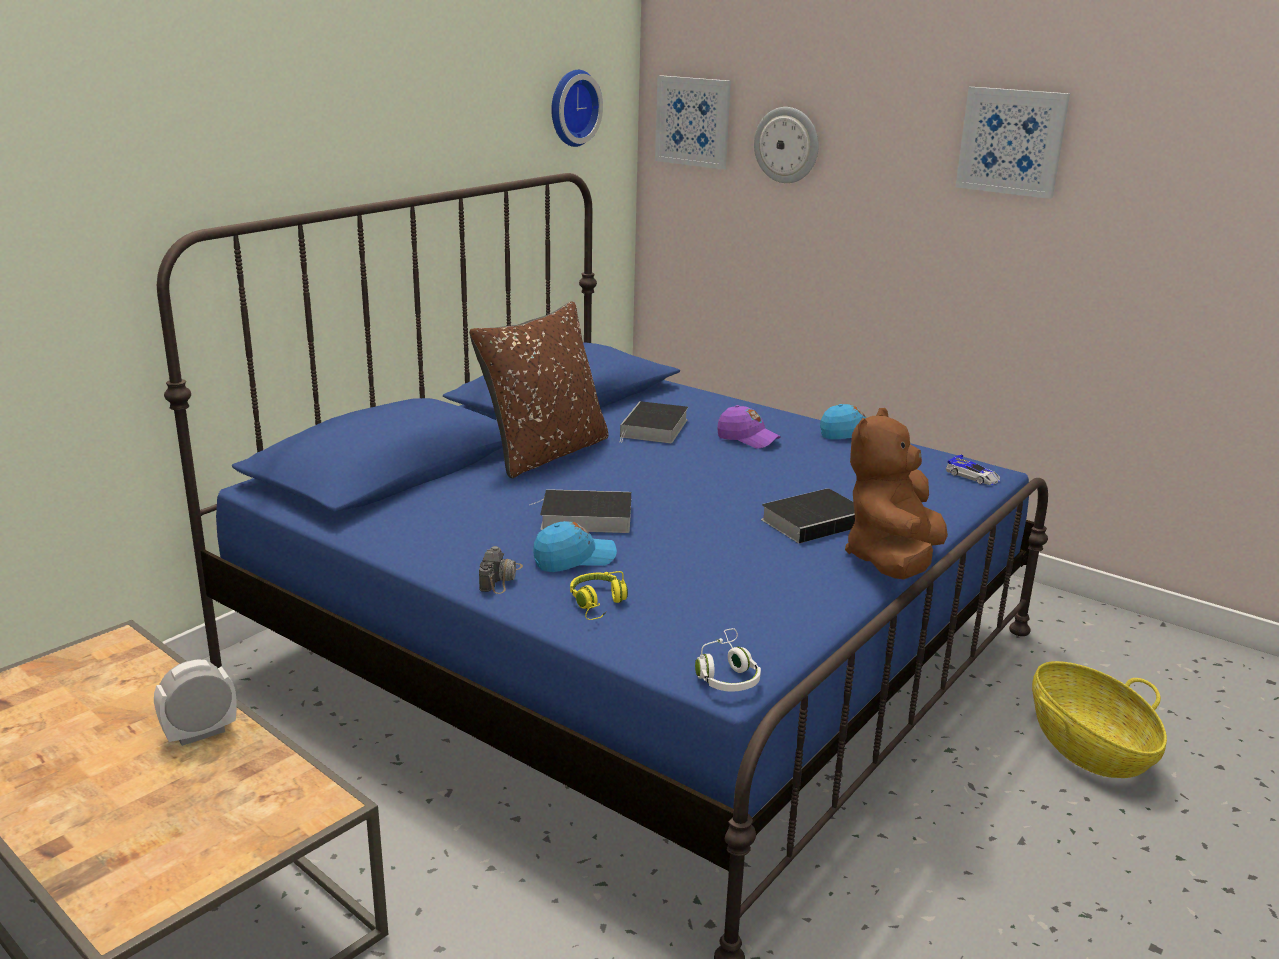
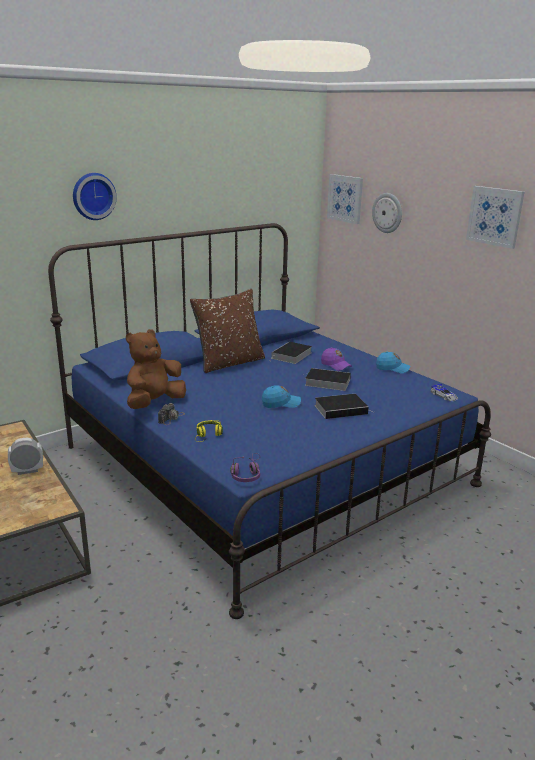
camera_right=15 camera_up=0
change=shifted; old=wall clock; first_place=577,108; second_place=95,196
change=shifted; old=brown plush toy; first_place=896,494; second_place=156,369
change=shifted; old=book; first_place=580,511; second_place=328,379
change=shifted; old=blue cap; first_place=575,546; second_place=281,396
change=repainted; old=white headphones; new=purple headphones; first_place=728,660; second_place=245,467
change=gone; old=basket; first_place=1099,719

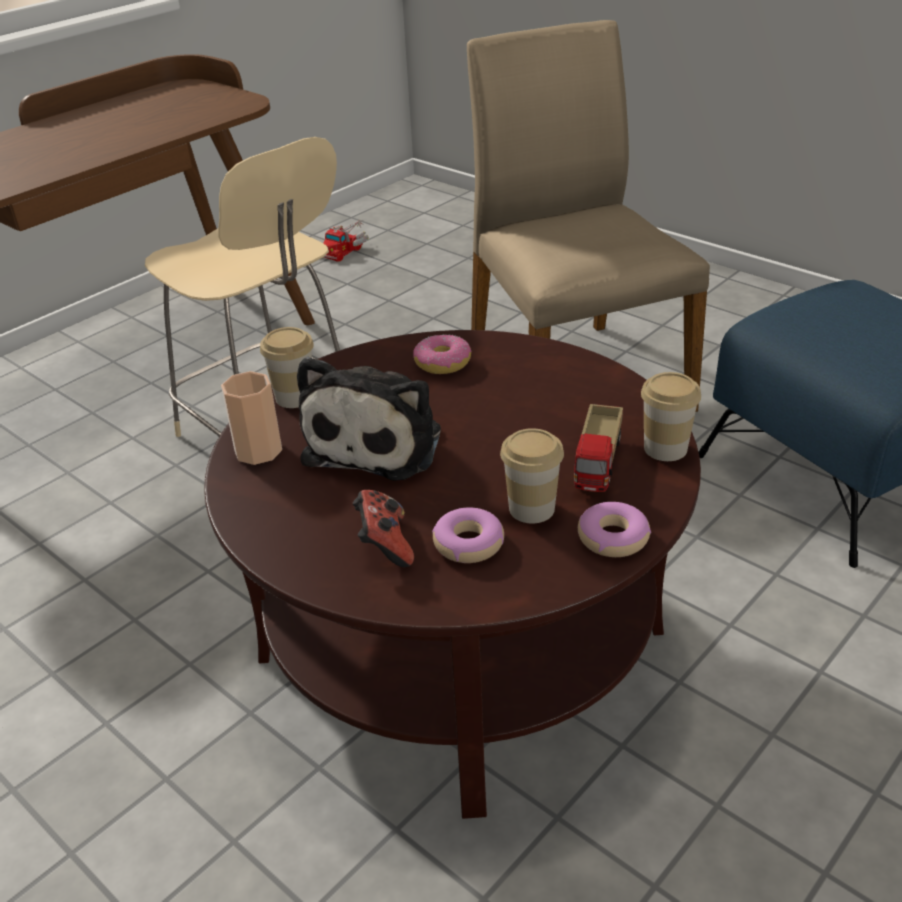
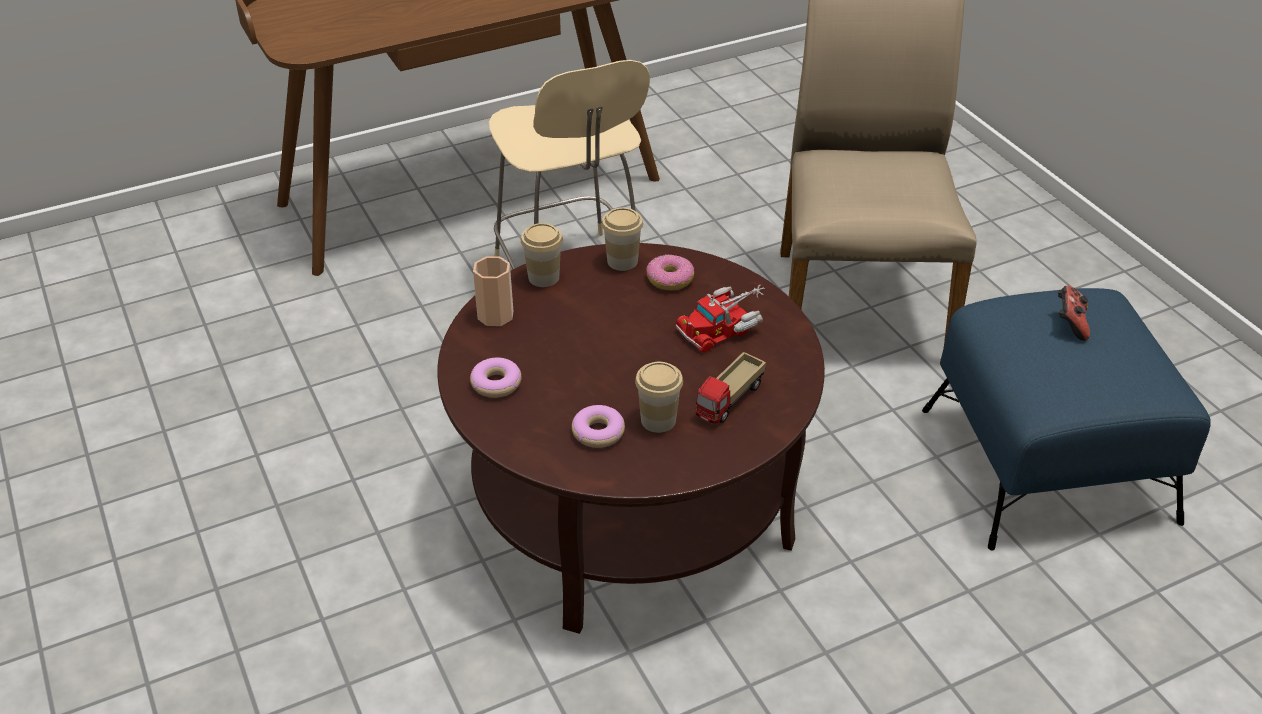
camera_right=20 camera_up=5
change=shifted; old=toy truck; first_place=346,240; second_place=720,318
change=gone; old=plush toy; first_place=369,419
change=shifted; old=cup; first_place=671,416; second_place=622,239
change=shifted; old=game controller; first_place=383,528; second_place=1074,313
change=shifted; old=donut; first_place=614,529; second_place=495,378

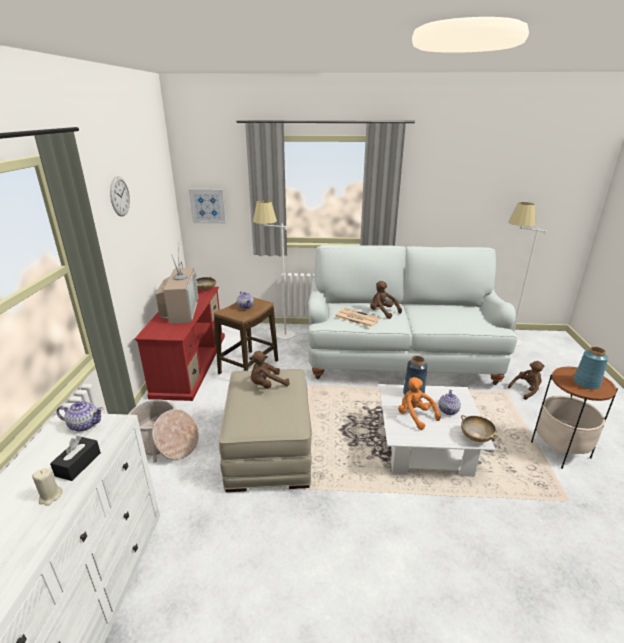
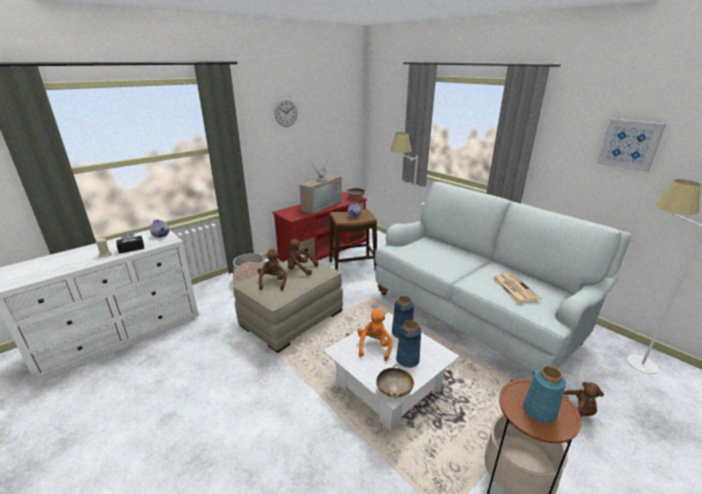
camera_right=45 camera_up=0
change=shifted; old=picture; first_place=207,206; second_place=631,145
change=shifted; old=brown plush toy; first_place=386,300; second_place=272,269
change=shifted; old=newspaper; first_place=358,317; second_place=516,288
change=swapped; old=teapot; new=blue vase; first_place=450,402; second_place=408,344

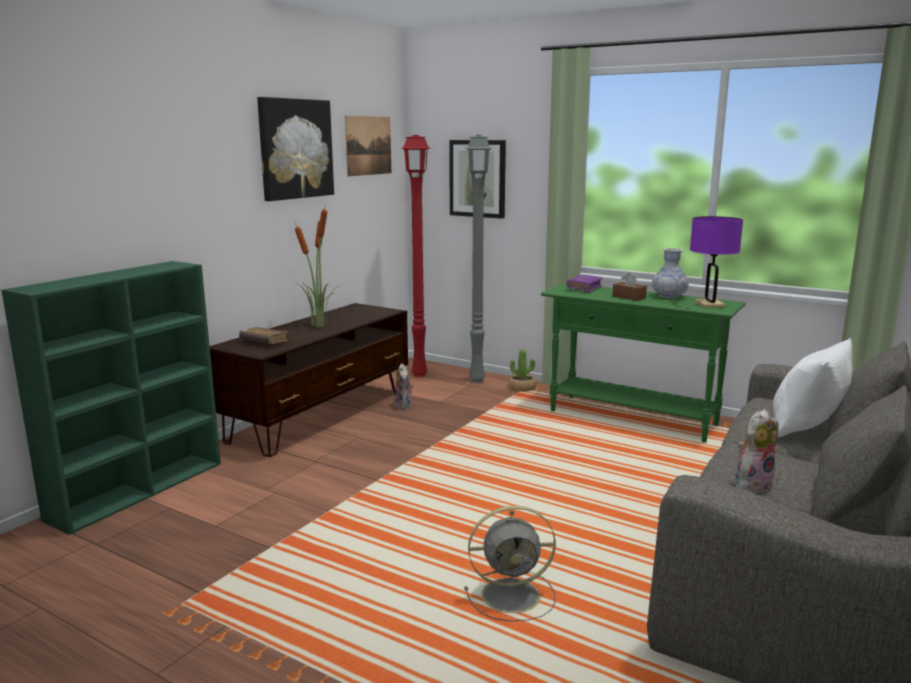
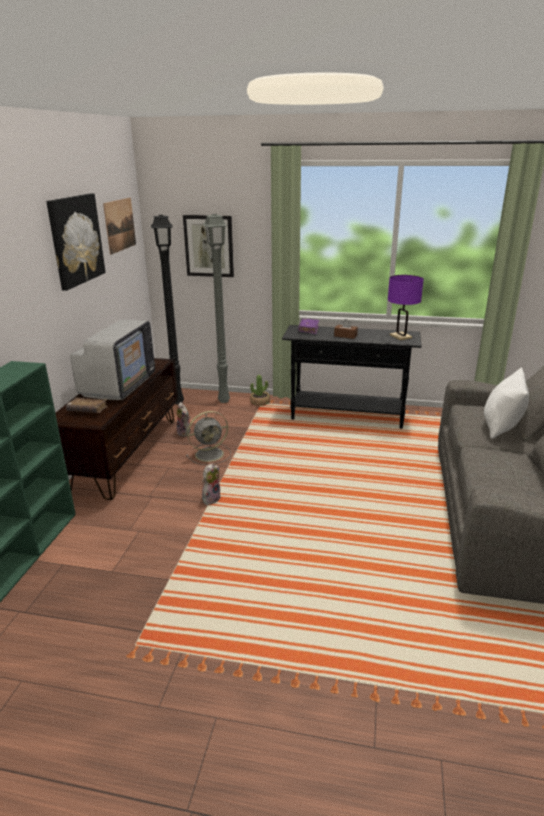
camera_right=-20 camera_up=10
change=repainted; old=red floor lamp; new=black floor lamp; first_place=415,256; second_place=167,309
change=swapped; old=potted plant; new=television; first_place=317,265; second_place=113,360
change=gone; old=vase; first_place=670,273
change=repainted; old=green console table; new=black console table; first_place=643,363; second_place=352,377
change=shifted; old=plush toy; first_place=757,452; second_place=211,484
change=shifted; old=grey fan; first_place=510,563; second_place=208,438

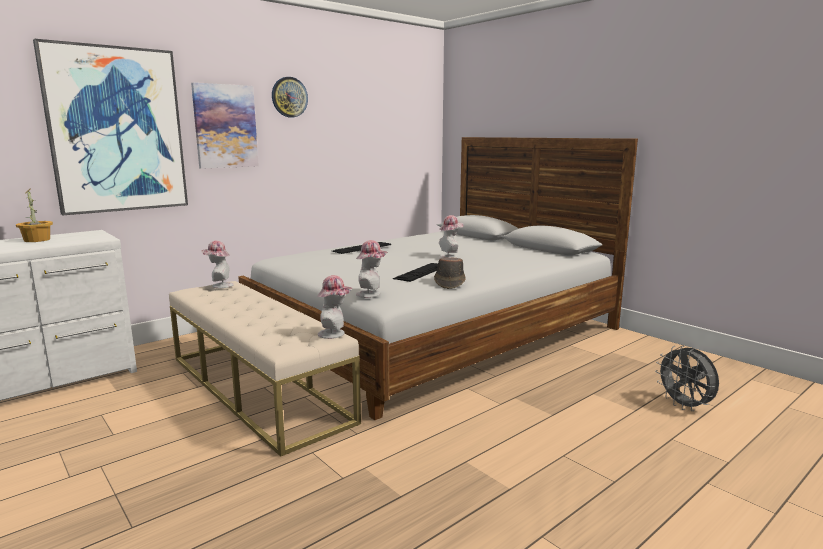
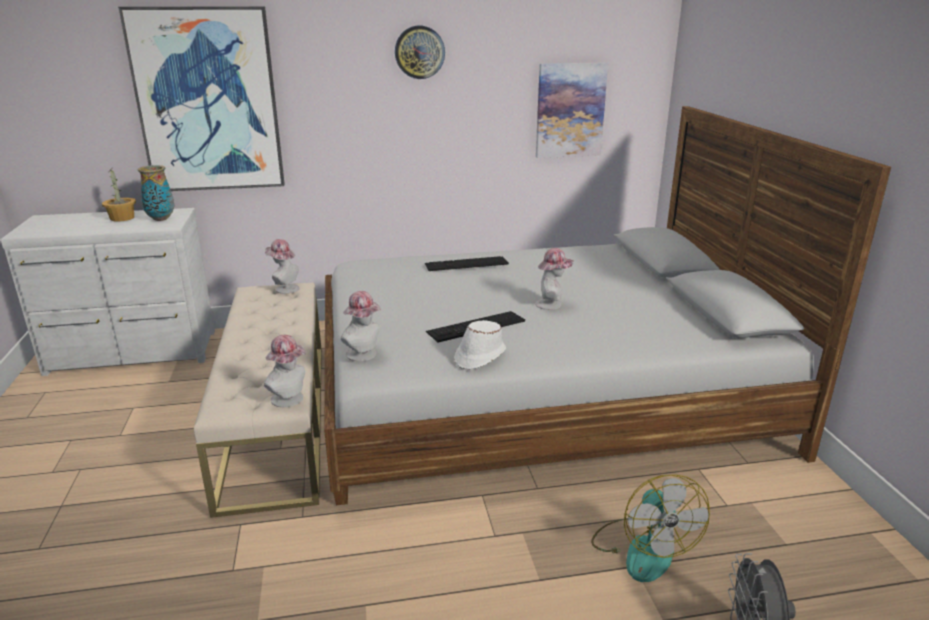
camera_right=30 camera_up=10
change=shifted; old=picture; first_place=225,126; second_place=572,110
change=repainted; old=brown hat; new=white hat; first_place=450,273; second_place=480,345
change=new; new=vase; second_place=156,193
change=new; new=fan; second_place=650,528

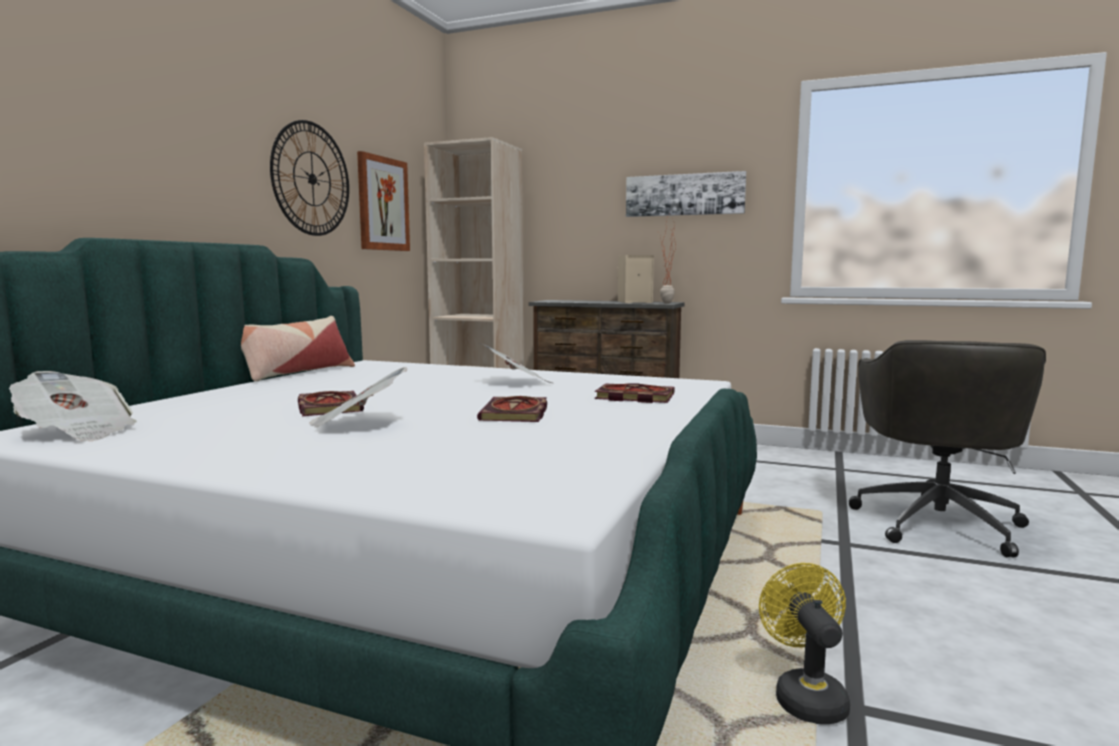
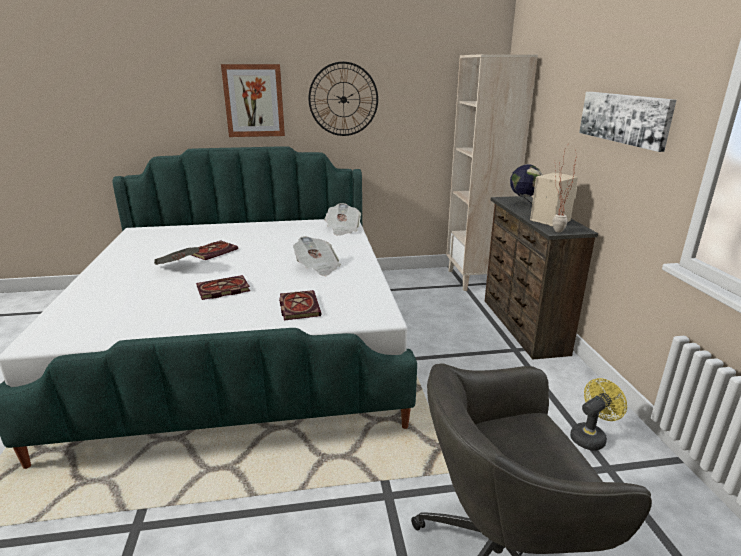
camera_right=60 camera_up=15
change=shifted; old=picture; first_place=383,201; second_place=253,100
change=gone; old=pillow; first_place=298,349
change=shifted; old=newspaper; first_place=73,406; second_place=342,219
change=shifted; old=yellow fan; first_place=804,643; second_place=598,414
change=new; new=globe; second_place=526,186

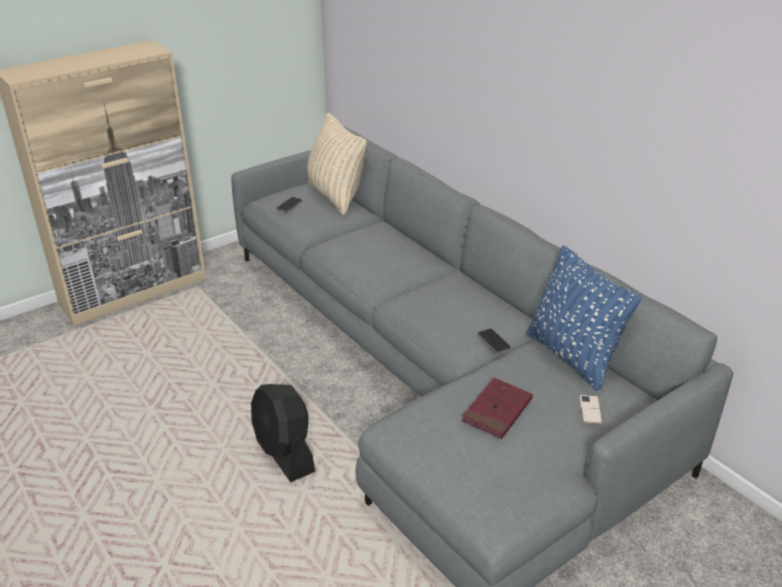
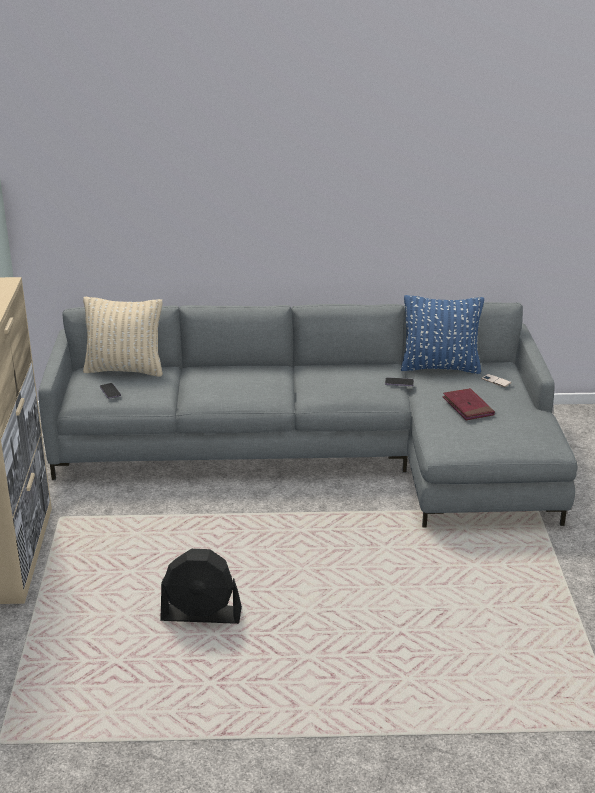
camera_right=-55 camera_up=-5
change=shifted; old=black fan; first_place=283,433; second_place=201,586

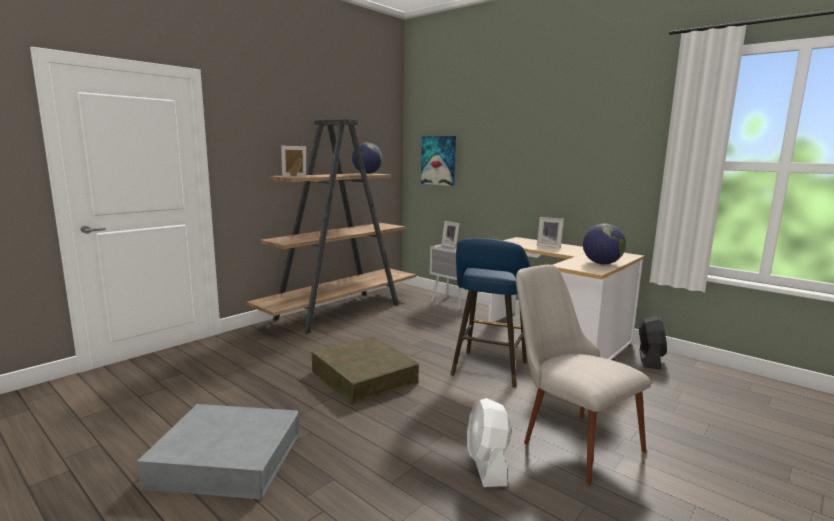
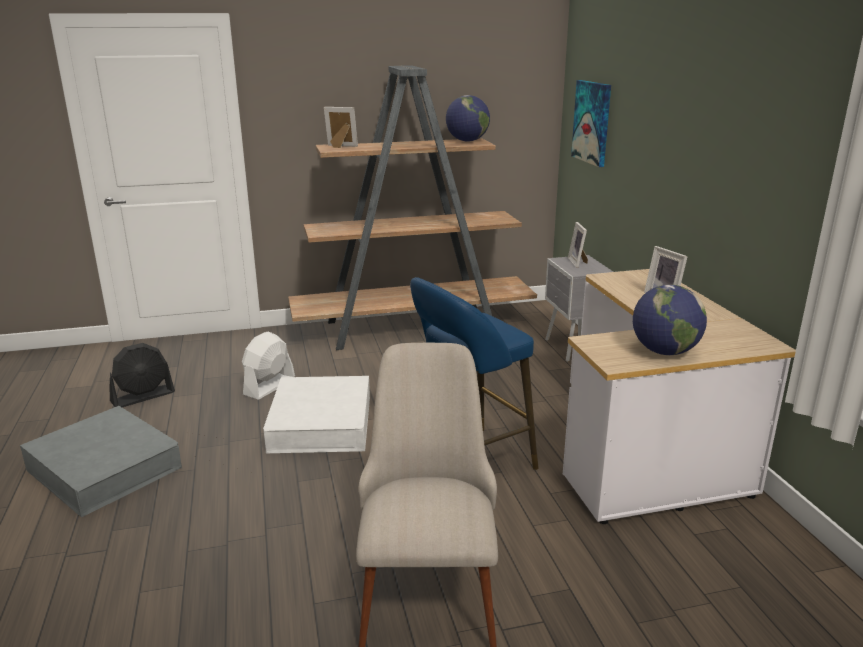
camera_right=35 camera_up=10
change=shifted; old=black fan; first_place=653,343; second_place=142,375
change=repainted; old=brown storage box; new=white storage box; first_place=365,371; second_place=316,414
change=shifted; old=white fan; first_place=489,442; second_place=268,365

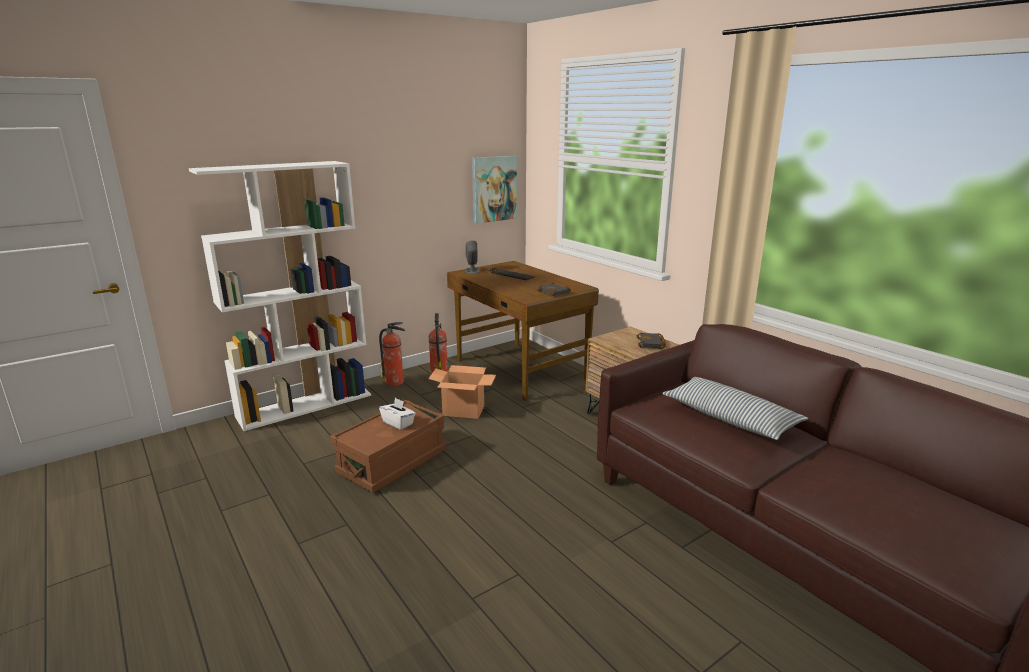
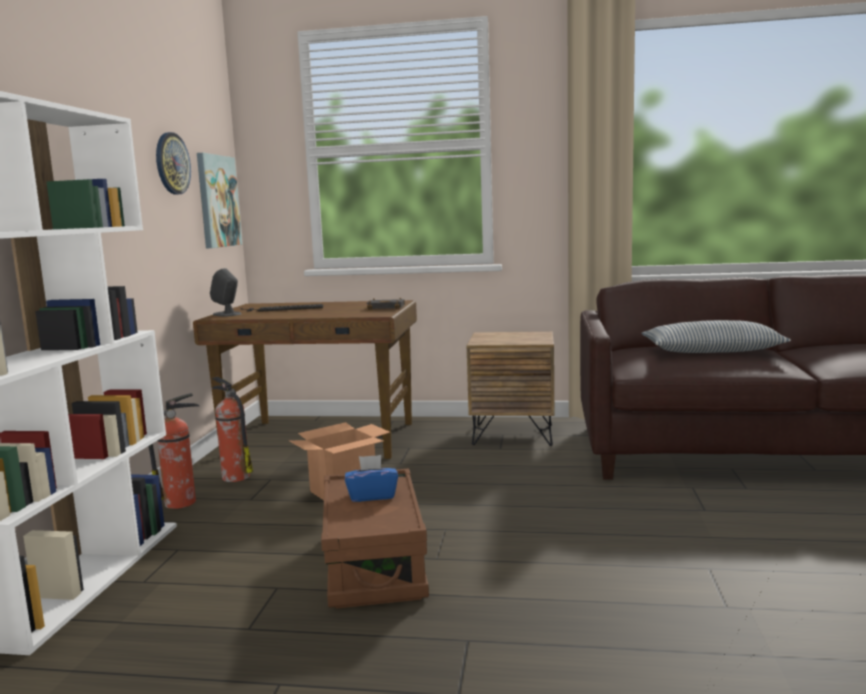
camera_right=-45 camera_up=-10
change=gone; old=black book; first_place=651,340
change=repainted; old=white tissue box; new=blue tissue box; first_place=397,414; second_place=371,478
change=new; new=wall clock; second_place=173,163

